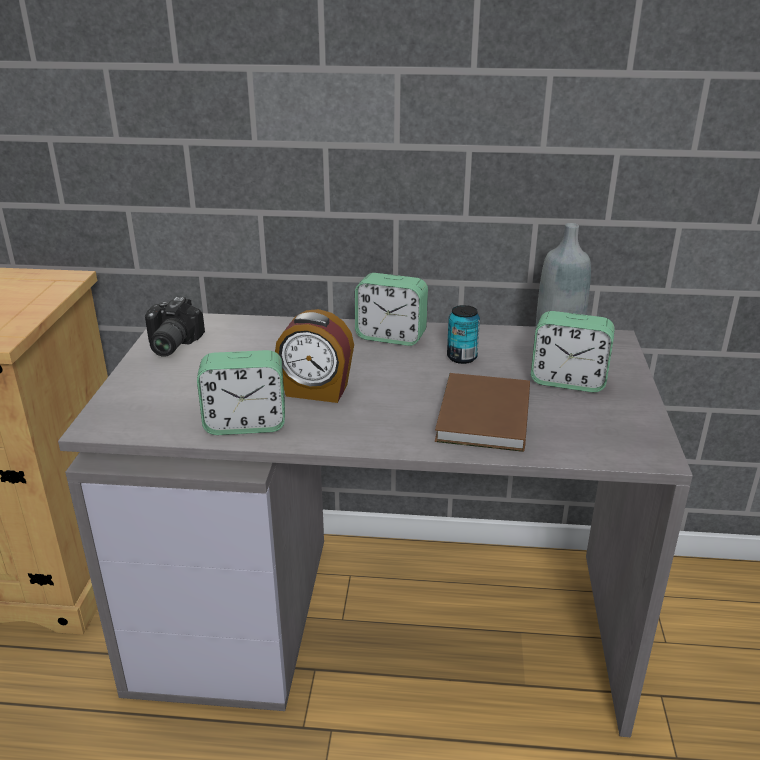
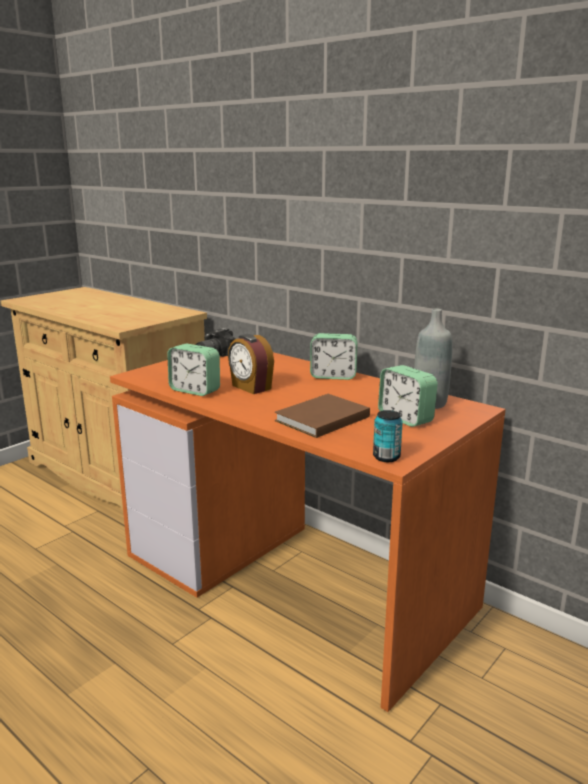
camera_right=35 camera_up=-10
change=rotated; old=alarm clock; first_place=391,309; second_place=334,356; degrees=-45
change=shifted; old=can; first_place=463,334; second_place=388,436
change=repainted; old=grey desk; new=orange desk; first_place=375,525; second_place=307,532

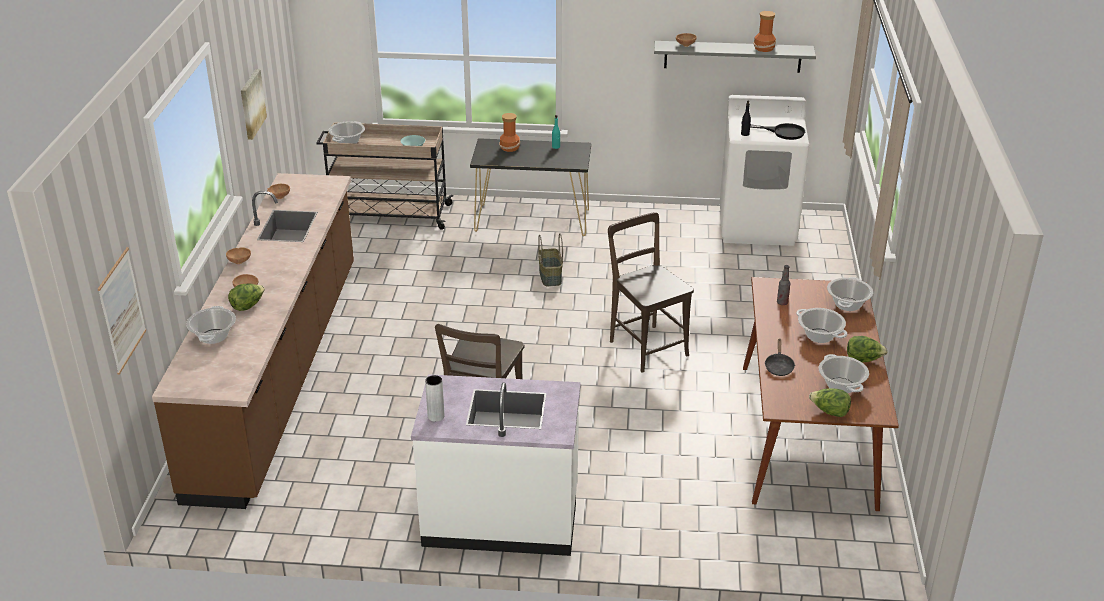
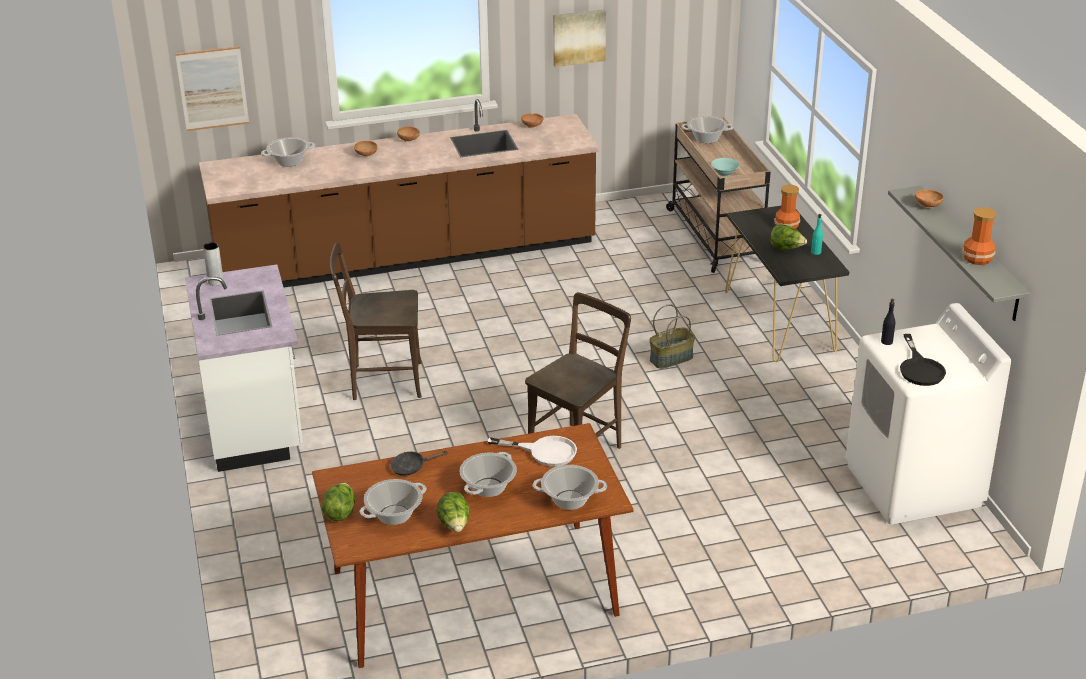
camera_right=70 camera_up=0
change=swapped; old=bottle; new=white frying pan; first_place=783,285; second_place=532,451
change=shifted; old=lettuce; first_place=246,297; second_place=788,237

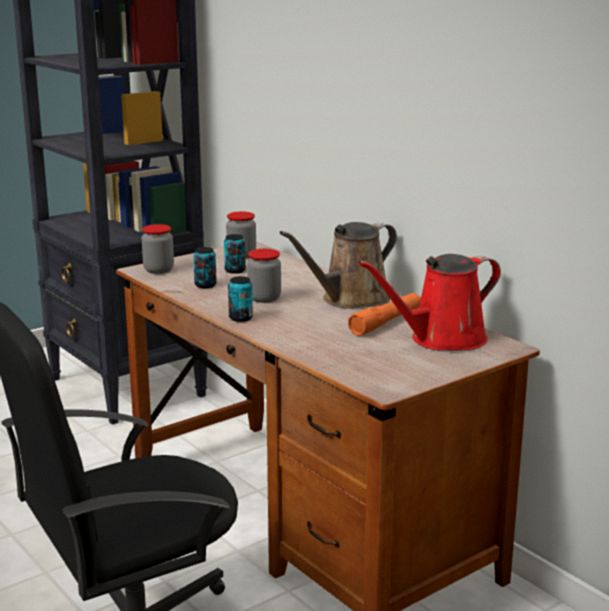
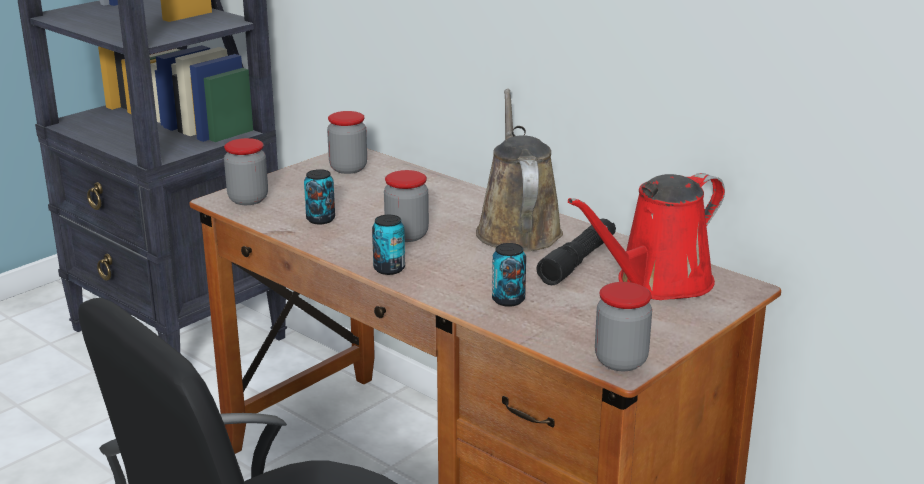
camera_right=-10 camera_up=5
change=rotated; old=brown watering can; first_place=338,265; second_place=519,170; degrees=135
change=shifted; old=can; first_place=235,254; second_place=509,275
change=repainted; old=orange flashlight; new=black flashlight; first_place=384,314; second_place=576,251
change=new; new=jar; second_place=623,326

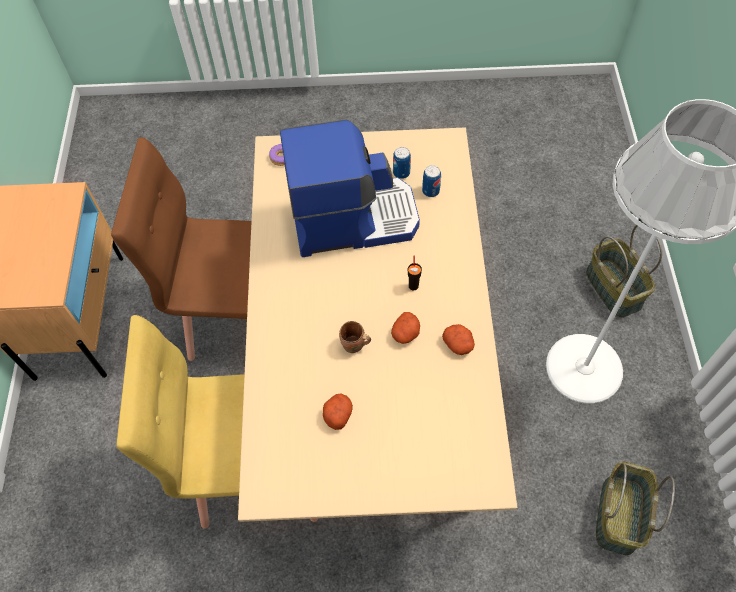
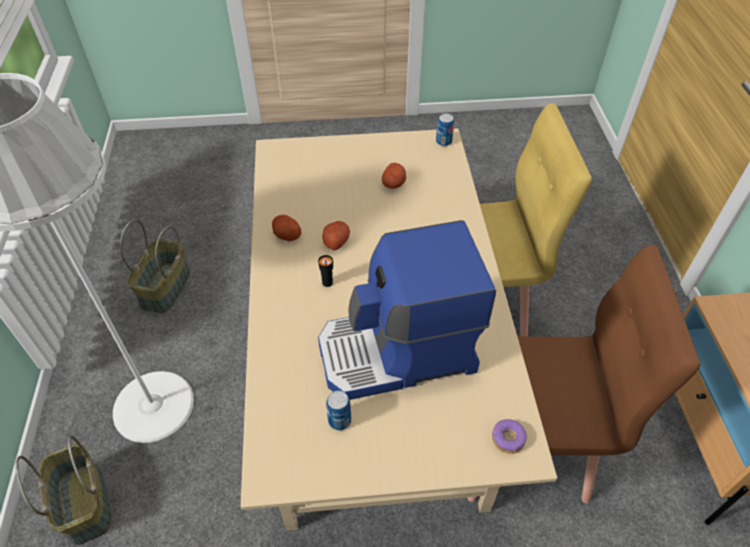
camera_right=175 camera_up=-10
change=shifted; old=can; first_place=431,181; second_place=445,130
change=gone; old=brown mug; first_place=355,337

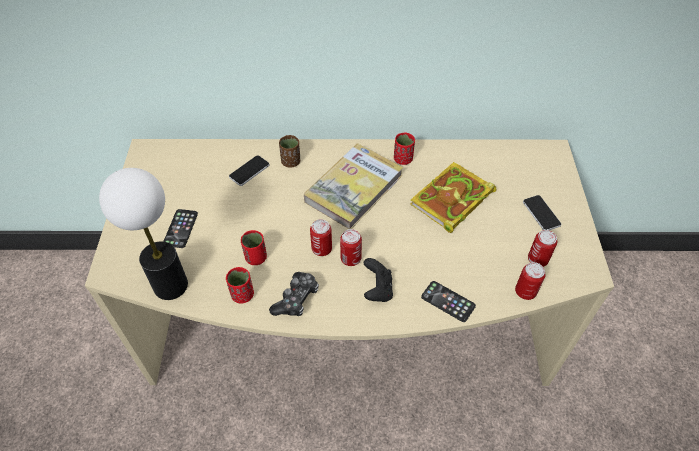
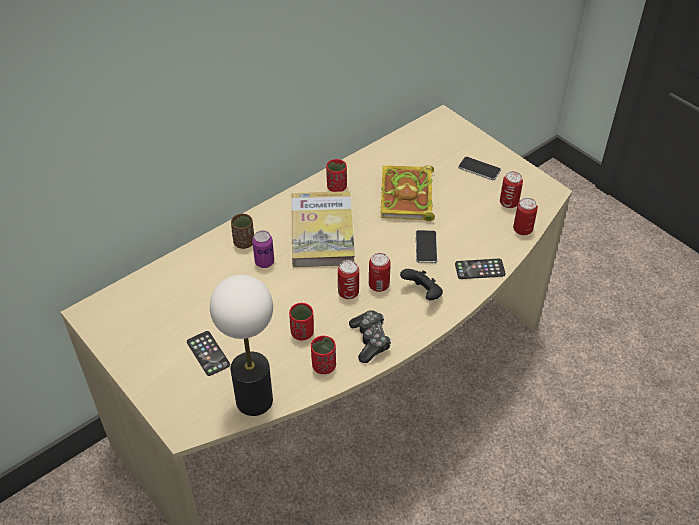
camera_right=-40 camera_up=-5
change=shifted; old=phone; first_place=249,170; second_place=426,246
change=new; new=can; second_place=263,249

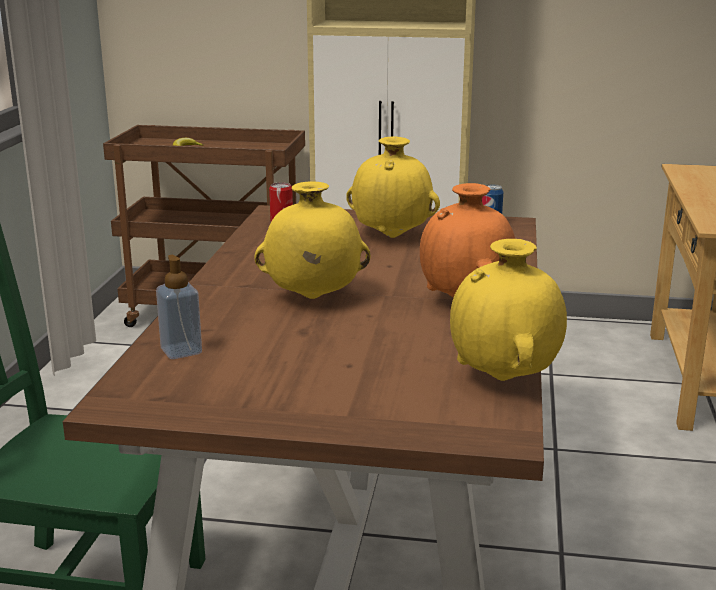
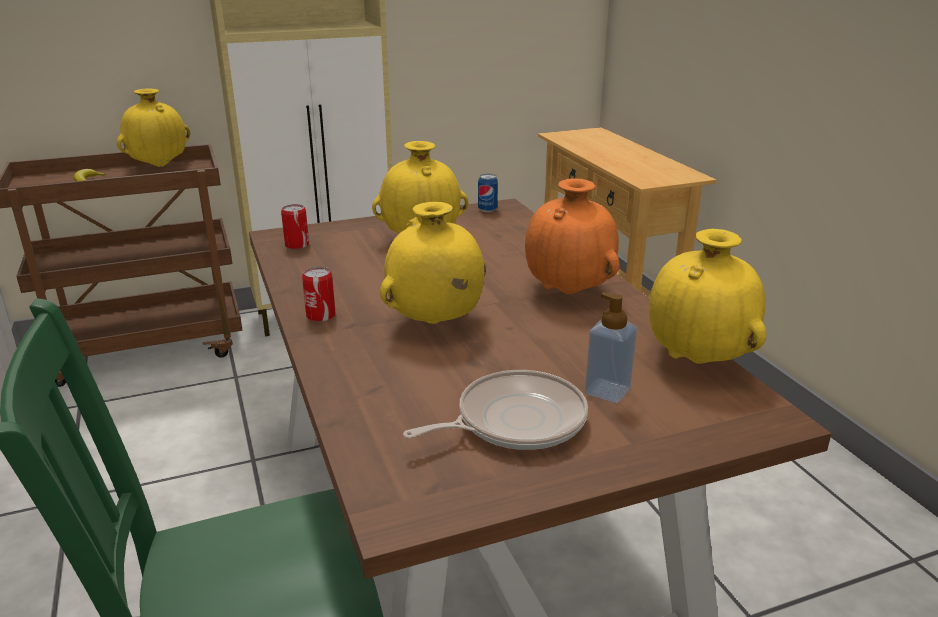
camera_right=-30 camera_up=5
change=shifted; old=soap dispenser; first_place=179,307; second_place=611,347
change=new; new=yellow vase; second_place=153,127
change=new; new=can; second_place=319,294
change=new; new=frying pan; second_place=495,410

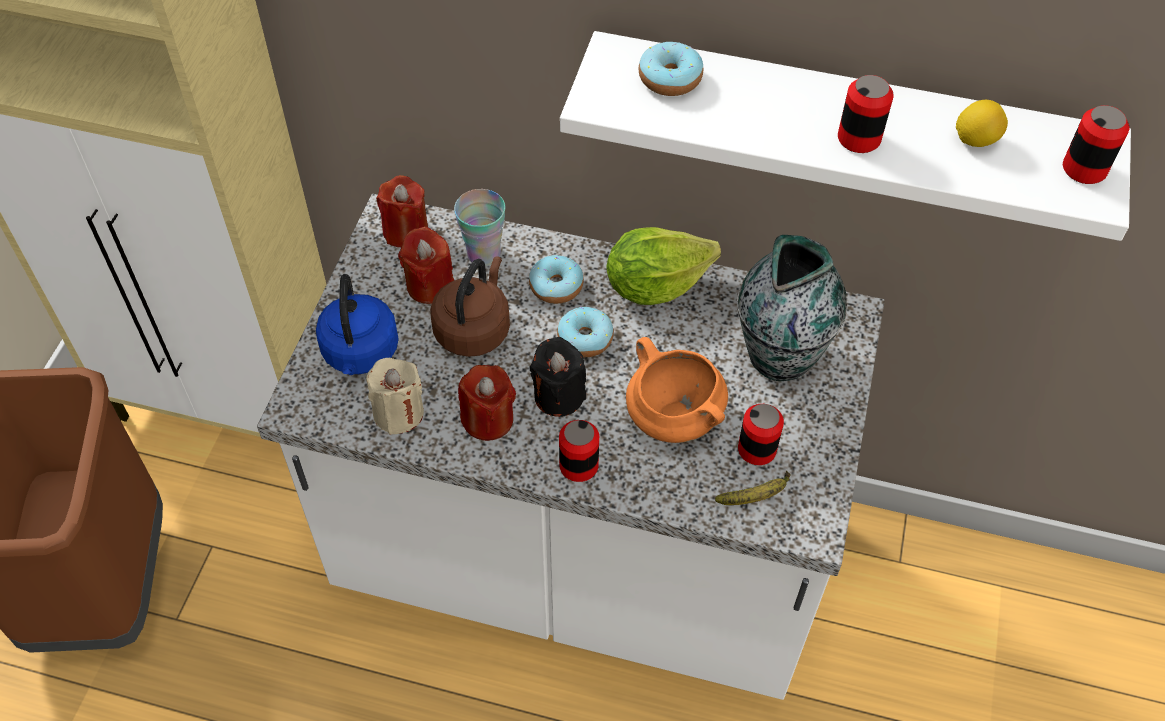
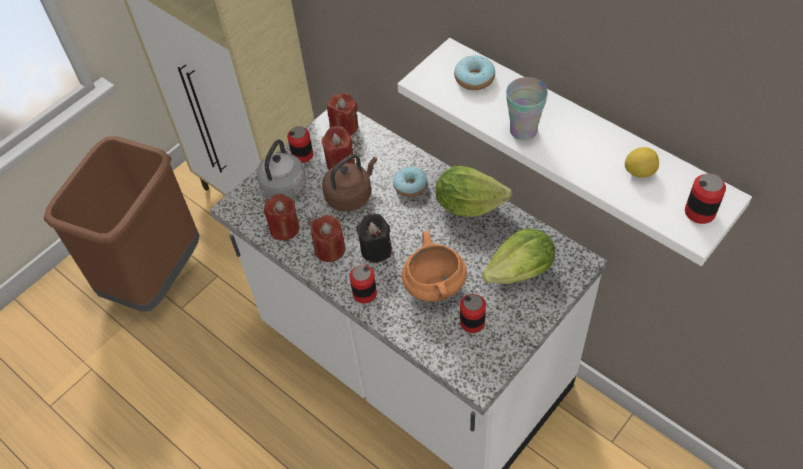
camera_right=30 camera_up=0
change=shifted; old=can; first_place=866,114; second_place=300,144
change=shifted; old=cup; first_place=480,227; second_place=527,109
change=swapped; old=vase; new=lettuce; first_place=792,308; second_place=518,256
change=repainted; old=blue kettle; new=grey kettle; first_place=357,324; second_place=281,169
change=gone; old=donut; first_place=585,332
change=repainted; old=beige candle; new=red candle; first_place=395,396; second_place=282,217
change=gone; old=banana; first_place=753,488

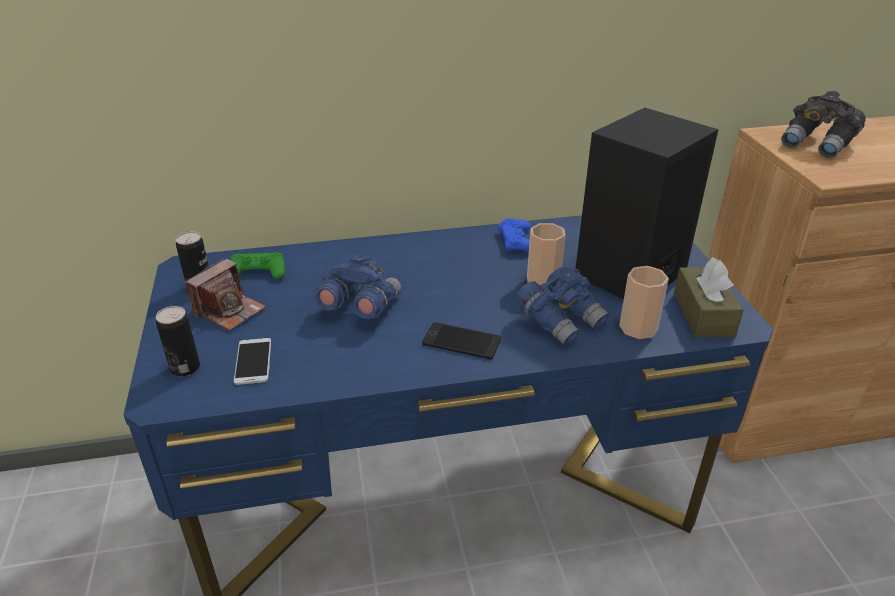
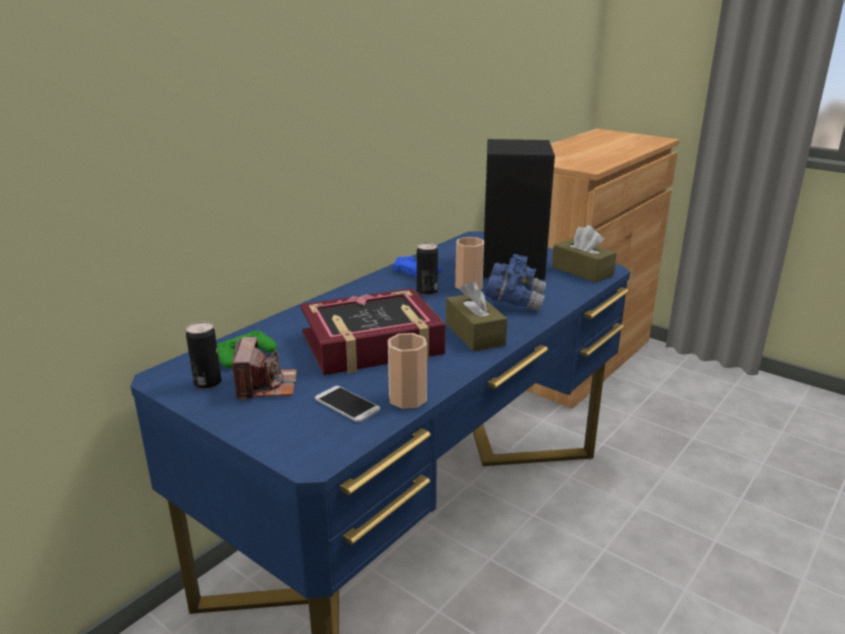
camera_right=-40 camera_up=-10
change=gone; old=grey binoculars; first_place=823,124
change=swapped; old=blue binoculars; new=book; first_place=358,286; second_place=373,331
change=shifted; old=cup; first_place=644,302; second_place=407,371
change=shifted; old=can; first_place=178,341; second_place=427,269
change=swapped; old=phone; new=brown tissue box; first_place=461,341; second_place=476,316

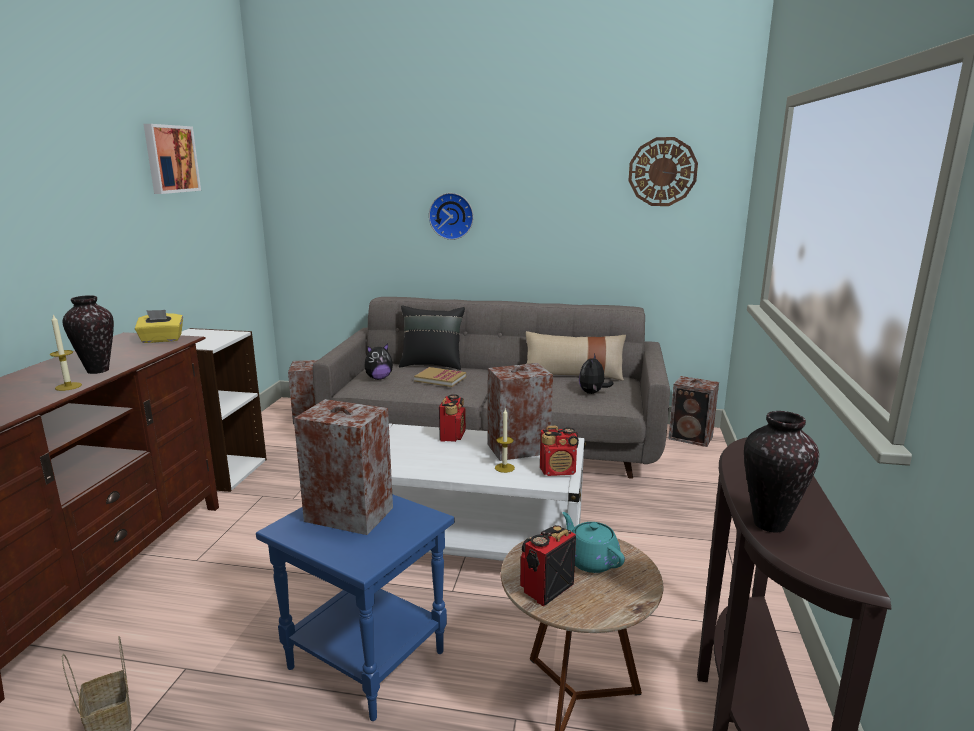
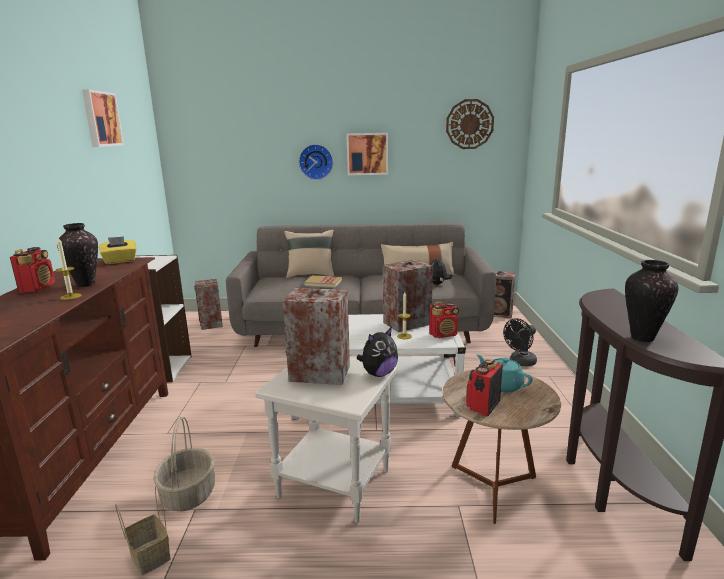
camera_right=-10 camera_up=0
change=repainted; old=black pillow; new=beige pillow; first_place=432,337; second_place=309,253
change=shifted; old=plush toy; first_place=378,362; second_place=377,352
change=shifted; old=radio; first_place=452,418; second_place=32,270
change=repainted; old=blue side table; new=white side table; first_place=355,607; second_place=326,441
change=new; new=picture; second_place=367,154
change=new; new=black fan; second_place=520,342
change=new; new=basket; second_place=184,464

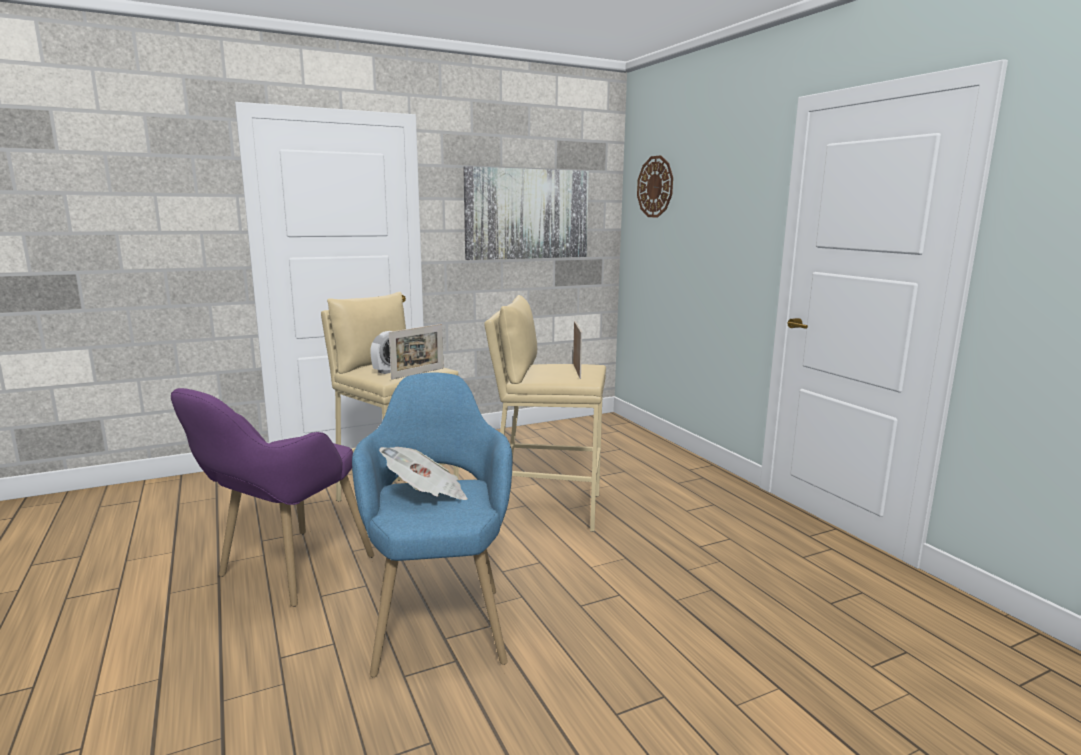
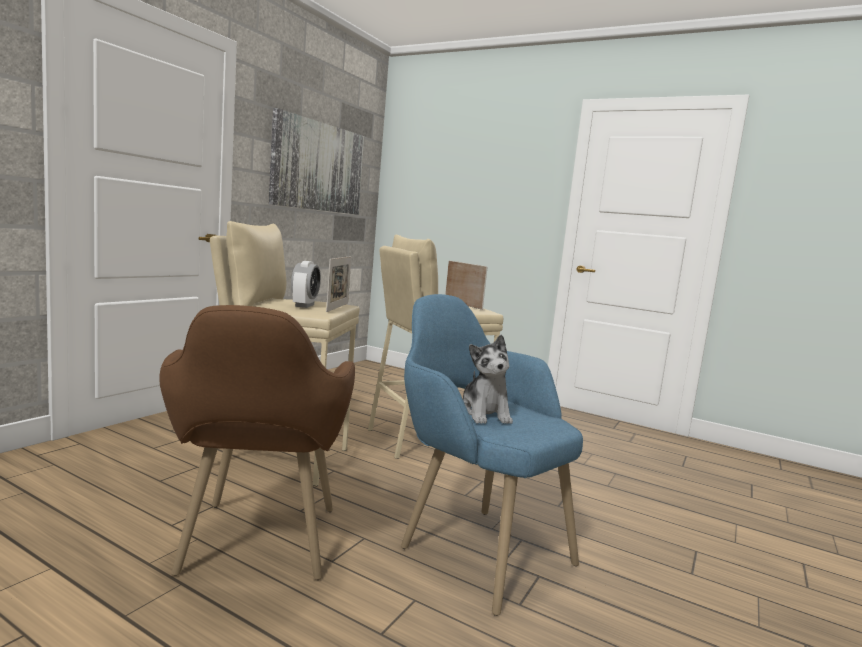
camera_right=-35 camera_up=-5
change=gone; old=wall clock; first_place=655,186
change=repainted; old=purple armchair; new=brown armchair; first_place=272,497; second_place=257,442
change=swapped; old=newspaper; new=plush toy; first_place=423,473; second_place=488,379

